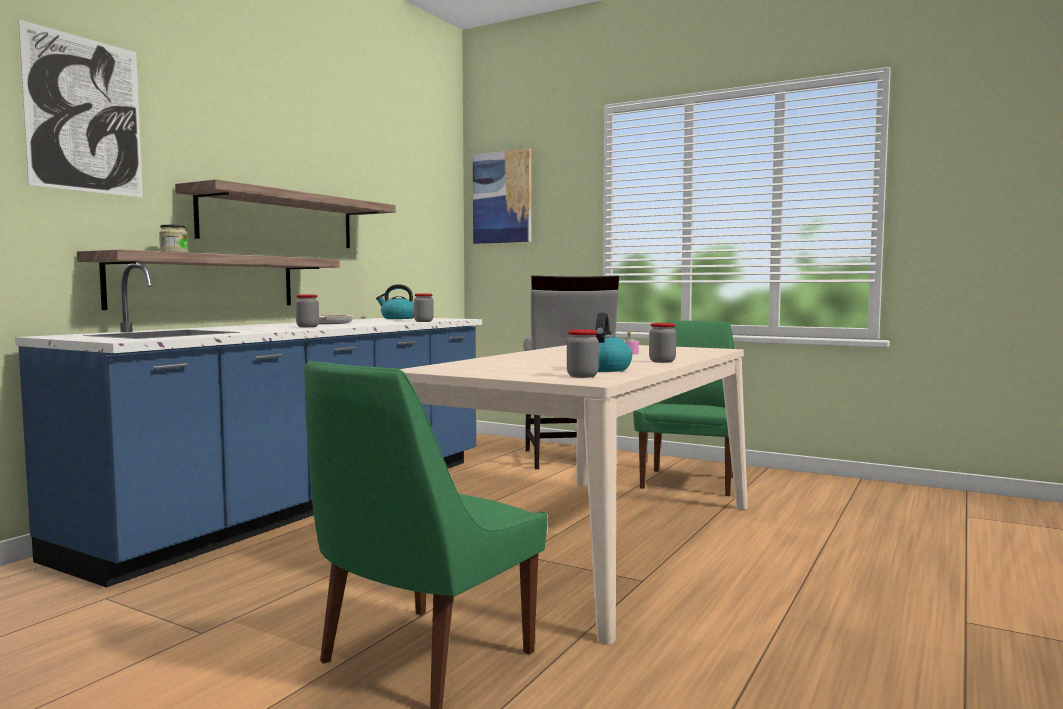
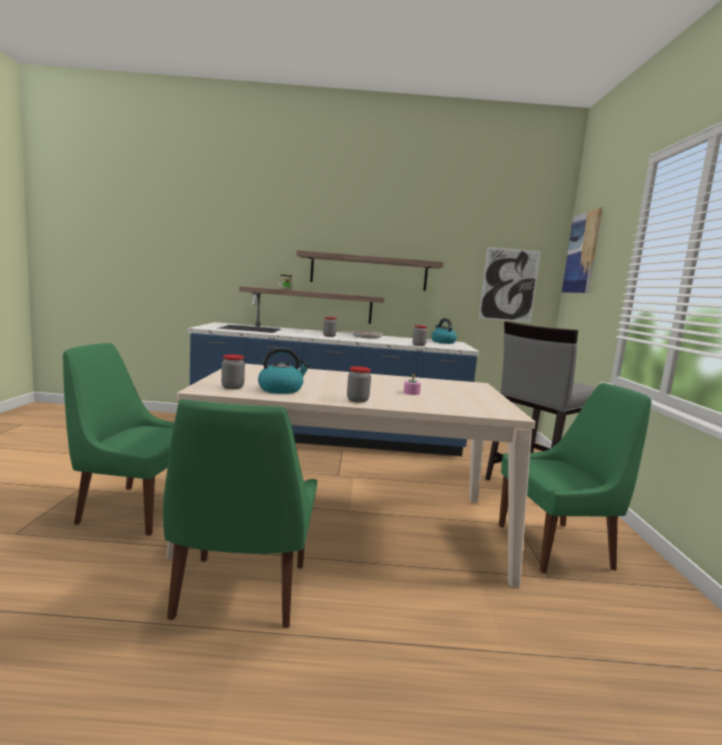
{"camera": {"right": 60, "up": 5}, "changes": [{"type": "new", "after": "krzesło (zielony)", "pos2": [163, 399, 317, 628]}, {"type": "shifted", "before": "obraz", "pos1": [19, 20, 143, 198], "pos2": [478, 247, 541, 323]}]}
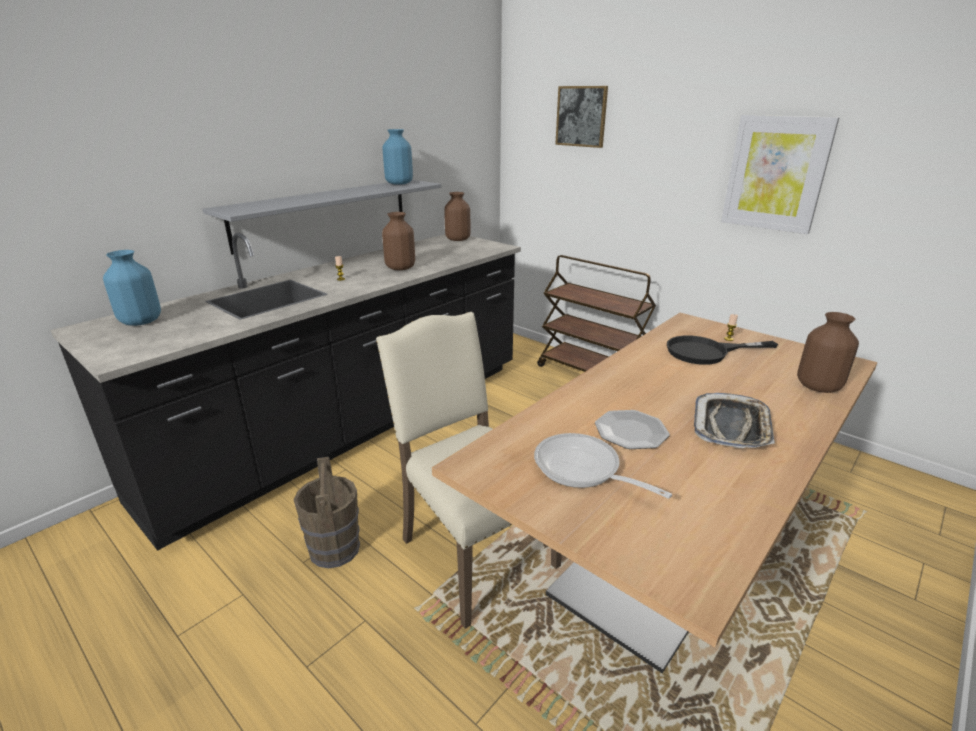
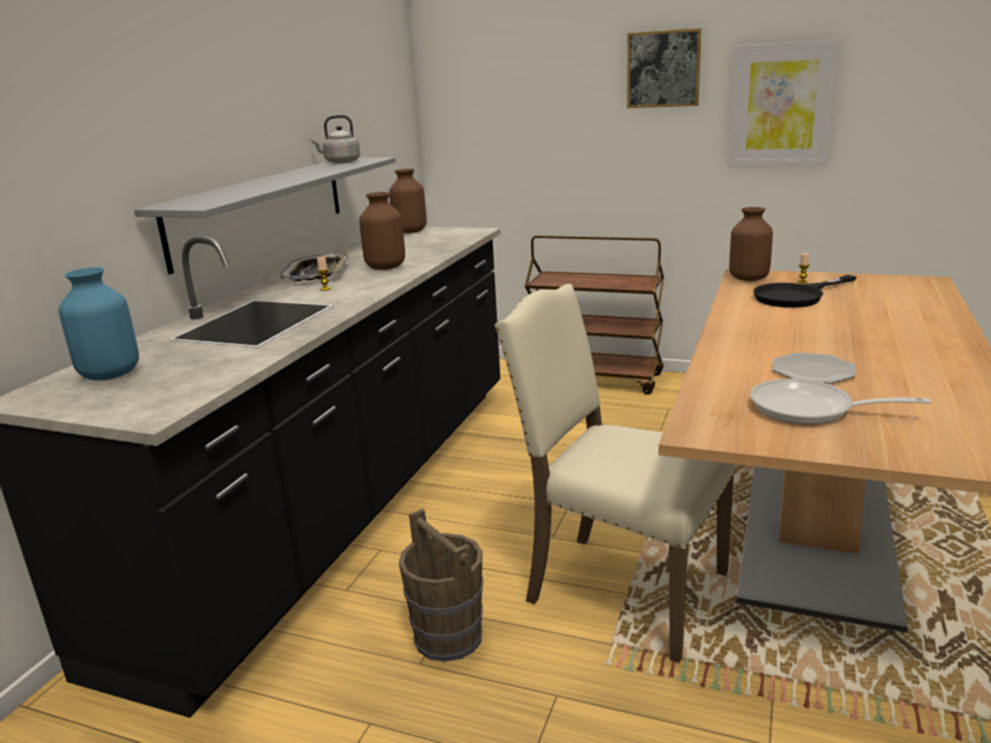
{"camera": {"right": -20, "up": -5}, "changes": [{"type": "shifted", "before": "taca", "pos1": [694, 393, 775, 448], "pos2": [280, 253, 349, 281]}, {"type": "swapped", "before": "wazon (niebieski)", "after": "czajnik (szary)", "pos1": [383, 129, 413, 185], "pos2": [311, 115, 360, 163]}, {"type": "shifted", "before": "obraz", "pos1": [555, 86, 608, 148], "pos2": [627, 28, 701, 108]}, {"type": "shifted", "before": "wazon (brązowy)", "pos1": [797, 312, 859, 393], "pos2": [729, 207, 773, 281]}]}
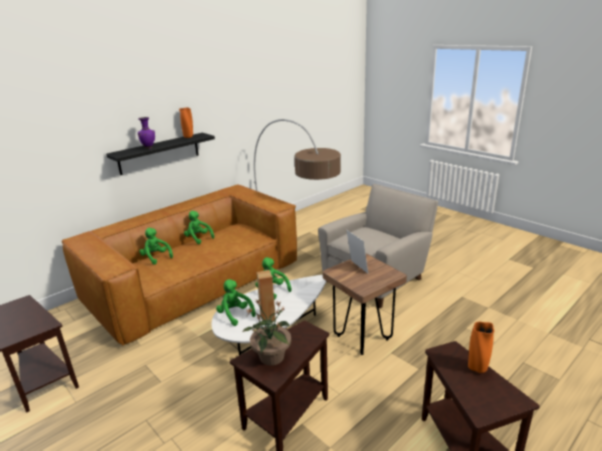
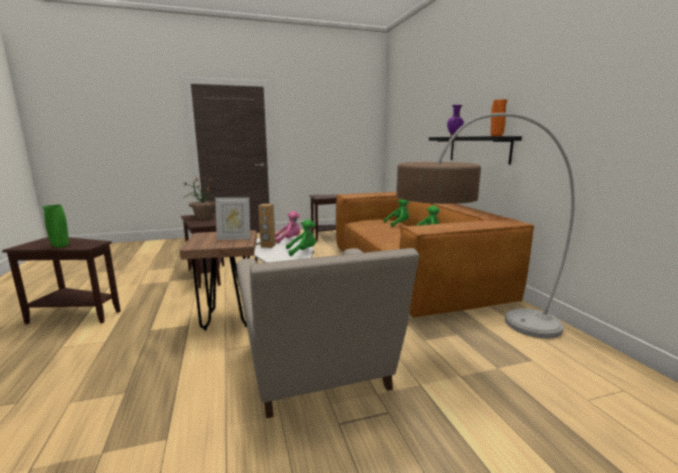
{"camera": {"right": 115, "up": -10}, "changes": [{"type": "repainted", "before": "wazon (pomarańczowy)", "after": "wazon (zielony)", "pos1": [468, 322, 494, 373], "pos2": [43, 204, 69, 248]}, {"type": "repainted", "before": "pluszak (zielony)", "after": "pluszak (różowy)", "pos1": [216, 279, 256, 326], "pos2": [275, 211, 300, 244]}]}
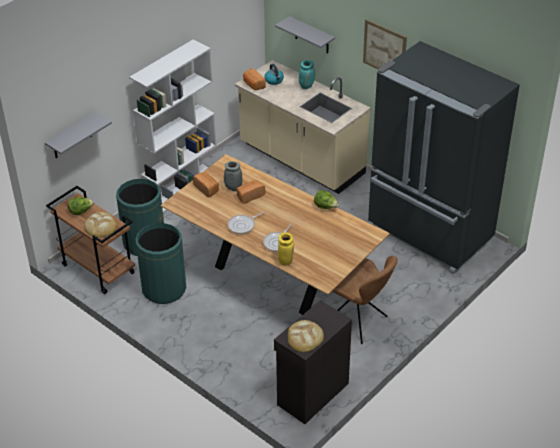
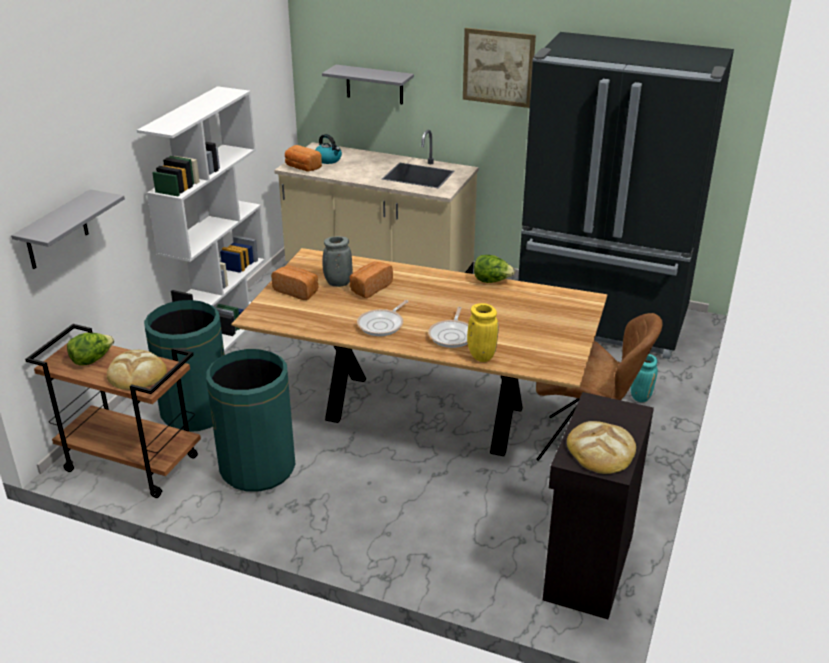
{"camera": {"right": -20, "up": -10}, "changes": [{"type": "shifted", "before": "wazon (turkusowy)", "pos1": [299, 60, 315, 89], "pos2": [630, 354, 658, 402]}]}
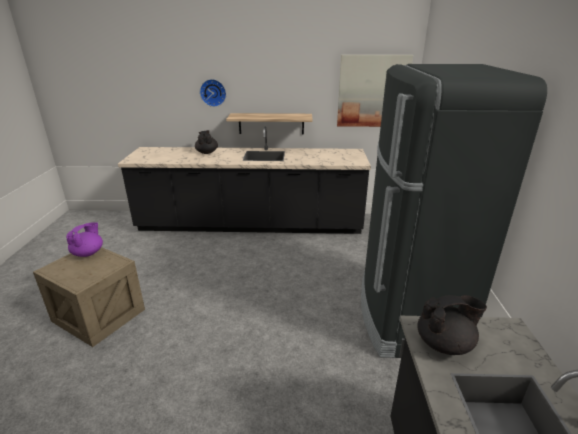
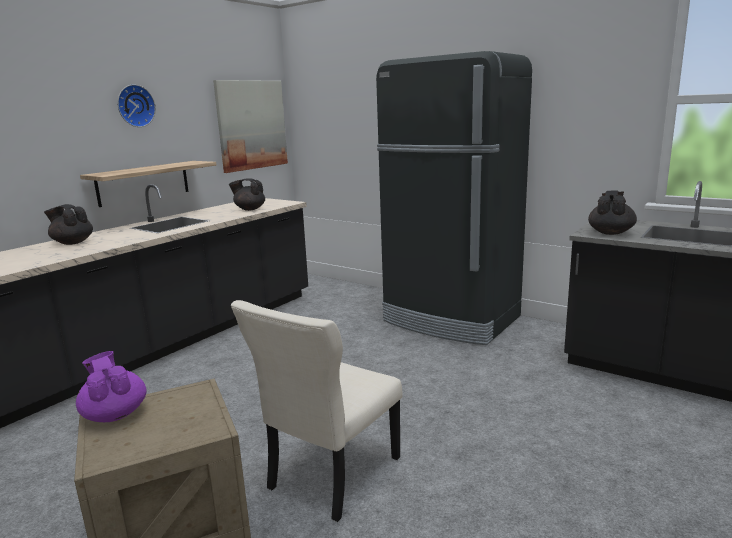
{"camera": {"right": -55, "up": -10}, "changes": [{"type": "shifted", "before": "zegar ścienny", "pos1": [200, 79, 226, 107], "pos2": [117, 84, 156, 127]}, {"type": "new", "after": "imbryk (czarny)", "pos2": [229, 178, 265, 211]}, {"type": "new", "after": "krzesło (beżowy)", "pos2": [231, 300, 403, 522]}]}
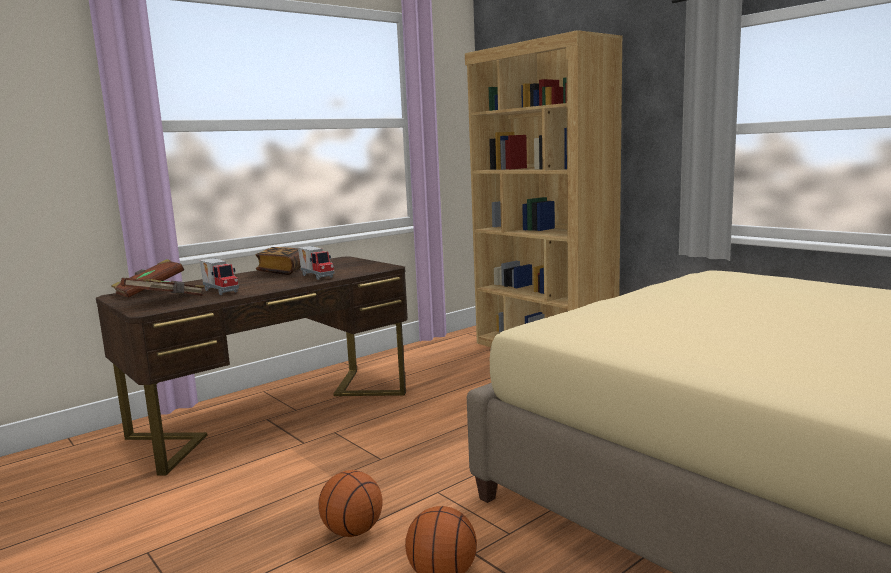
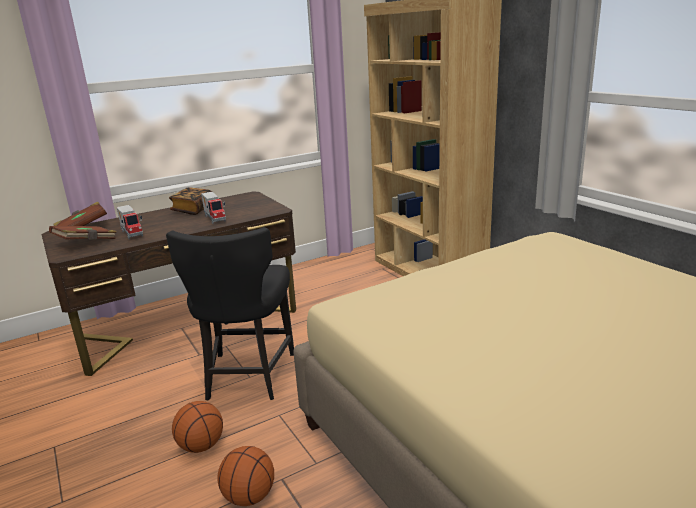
{"camera": {"right": 10, "up": 10}, "changes": [{"type": "new", "after": "krzesło (czarny)", "pos2": [166, 227, 294, 401]}]}
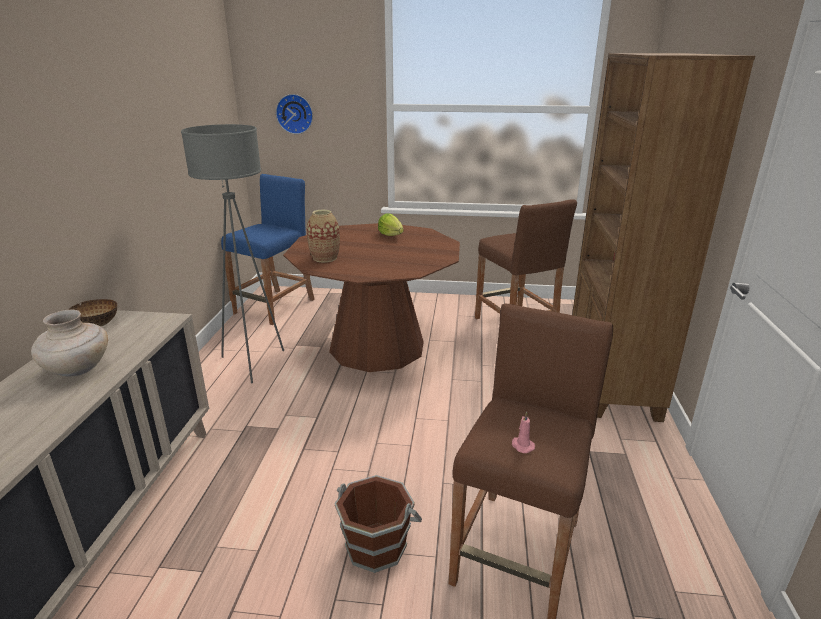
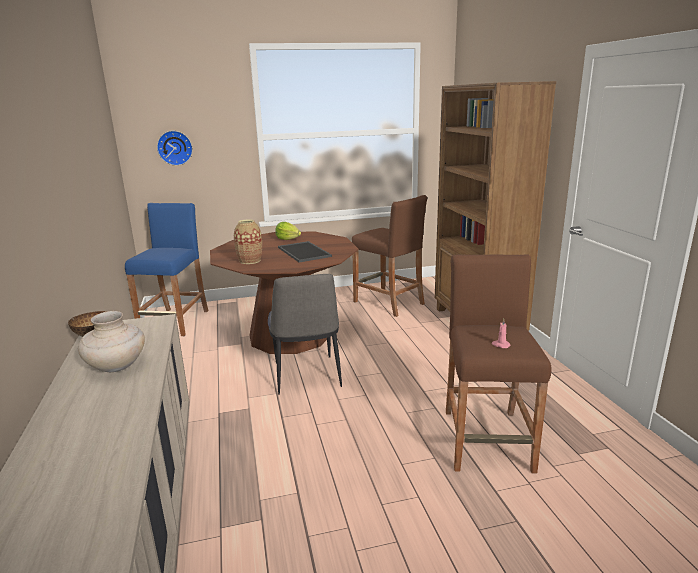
{"camera": {"right": -20, "up": -5}, "changes": [{"type": "new", "after": "krzesło", "pos2": [268, 274, 342, 395]}, {"type": "new", "after": "taca", "pos2": [278, 241, 332, 262]}, {"type": "gone", "before": "lampa stojąca (szary)", "pos1": [181, 124, 284, 384]}, {"type": "gone", "before": "wiadro (brązowy)", "pos1": [334, 475, 422, 573]}]}
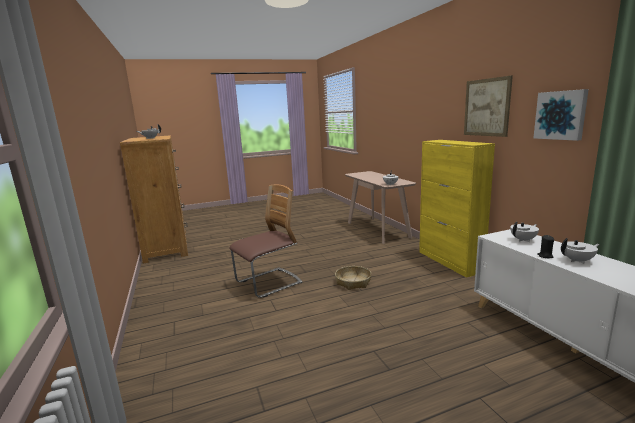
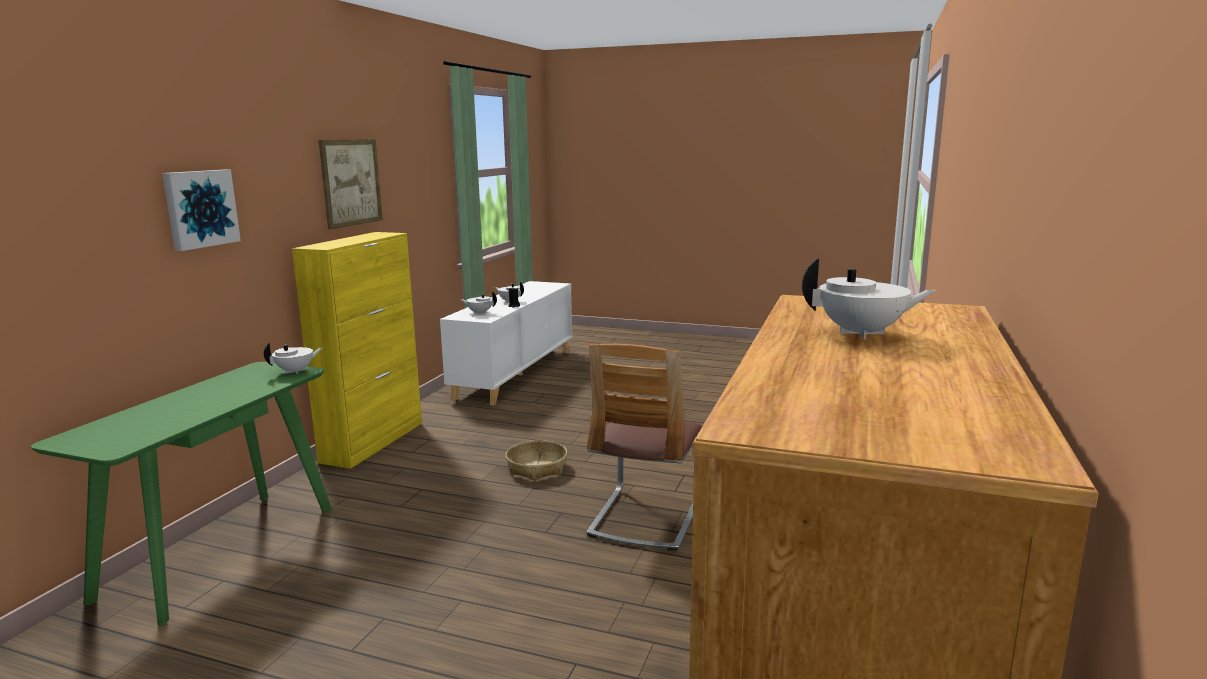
{"camera": {"right": -140, "up": 0}, "changes": [{"type": "repainted", "before": "stolik konsolowy (beżowy)", "after": "stolik konsolowy (zielony)", "pos1": [345, 171, 416, 244], "pos2": [31, 362, 332, 626]}, {"type": "shifted", "before": "obraz", "pos1": [534, 89, 589, 141], "pos2": [162, 170, 241, 251]}, {"type": "rotated", "before": "krzesło", "pos1": [229, 185, 303, 298], "pos2": [586, 344, 702, 551], "turn": -75}]}
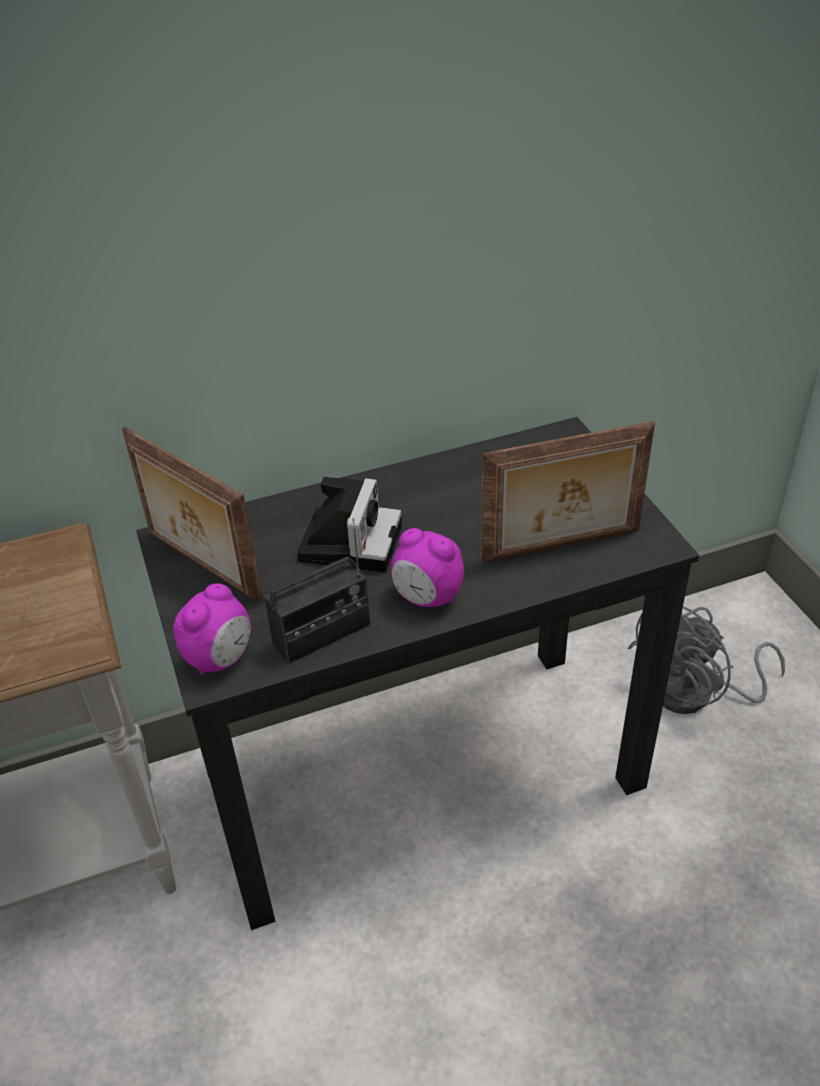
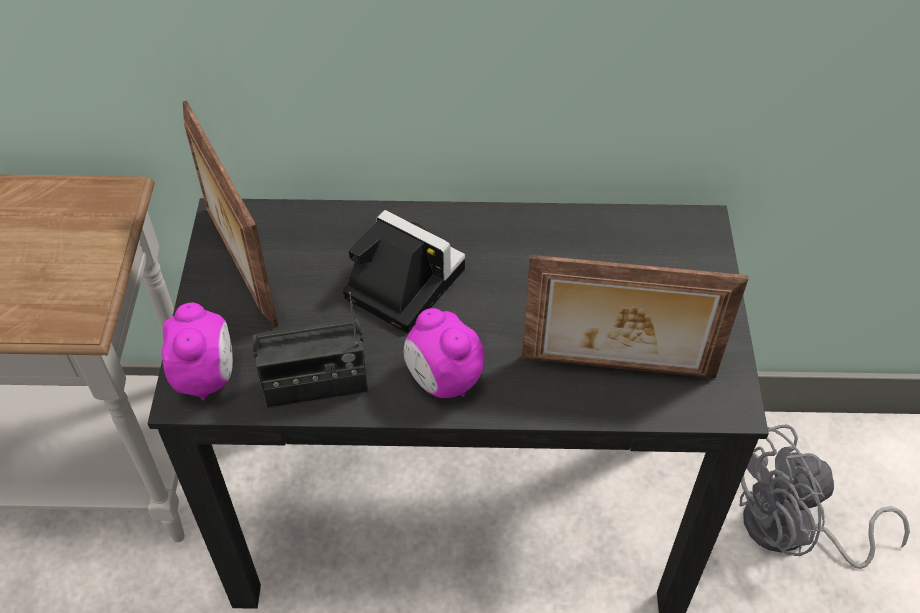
{"camera": {"right": 20, "up": 10}, "changes": [{"type": "rotated", "before": "budzik", "pos1": [173, 583, 251, 675], "pos2": [162, 303, 233, 401], "turn": -60}, {"type": "rotated", "before": "aparat fotograficzny", "pos1": [297, 477, 402, 572], "pos2": [343, 210, 465, 333], "turn": -90}]}
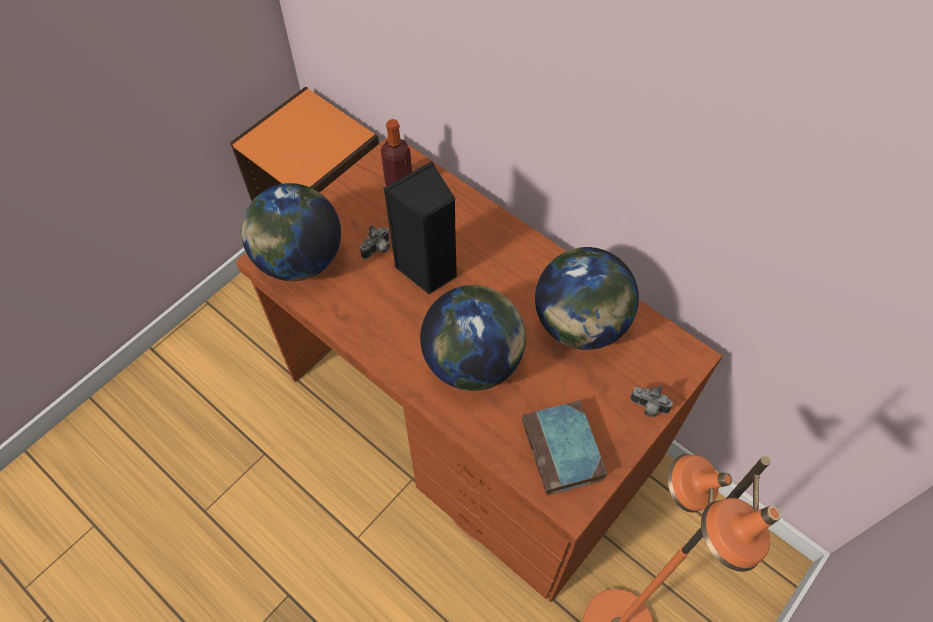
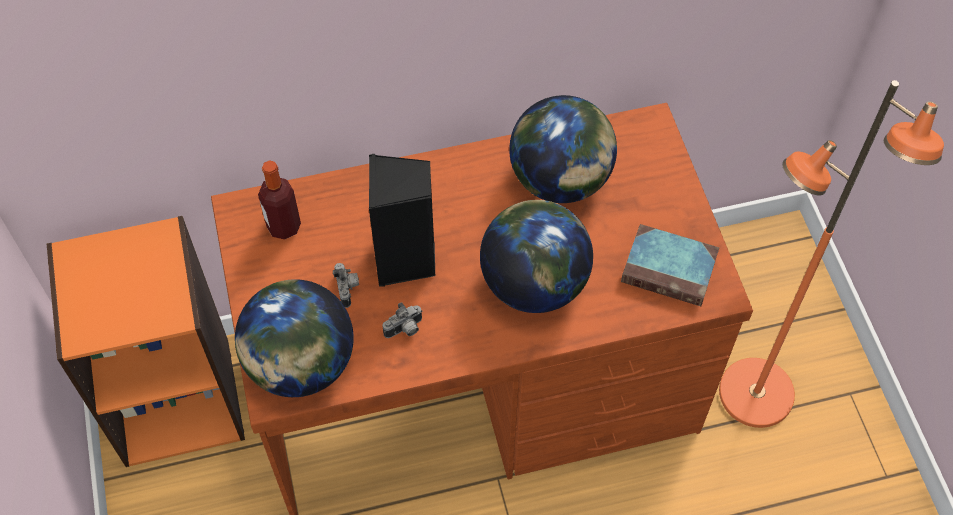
{"camera": {"right": -55, "up": 0}, "changes": [{"type": "shifted", "before": "aparat fotograficzny", "pos1": [631, 385, 673, 417], "pos2": [382, 302, 423, 338]}]}
